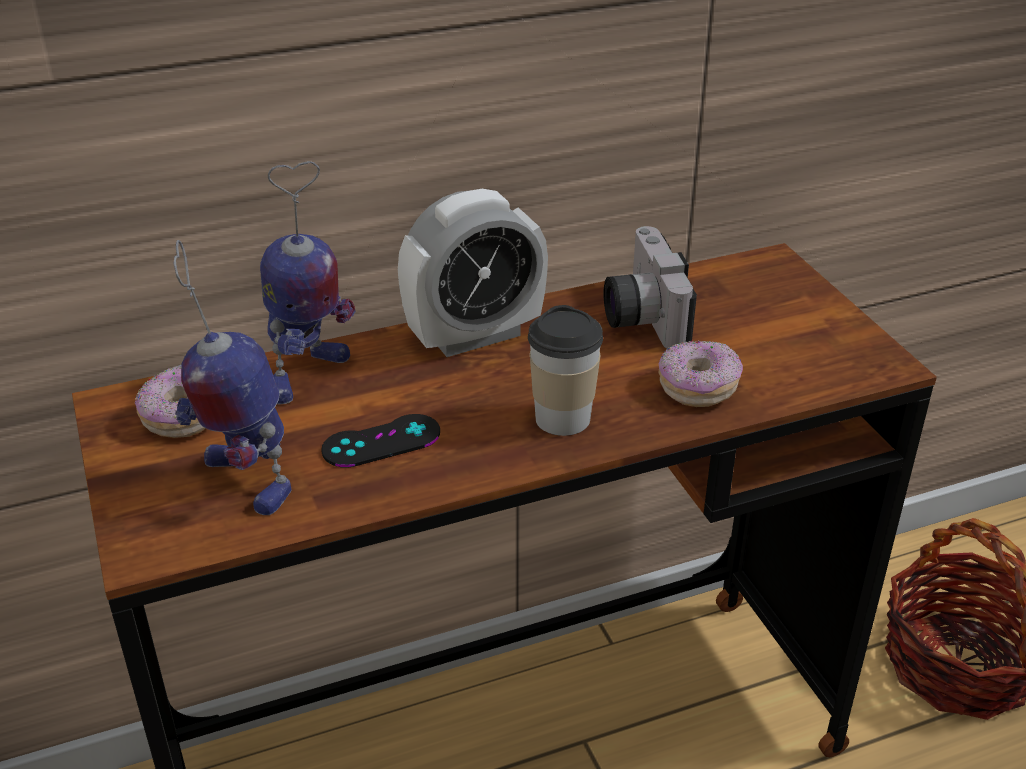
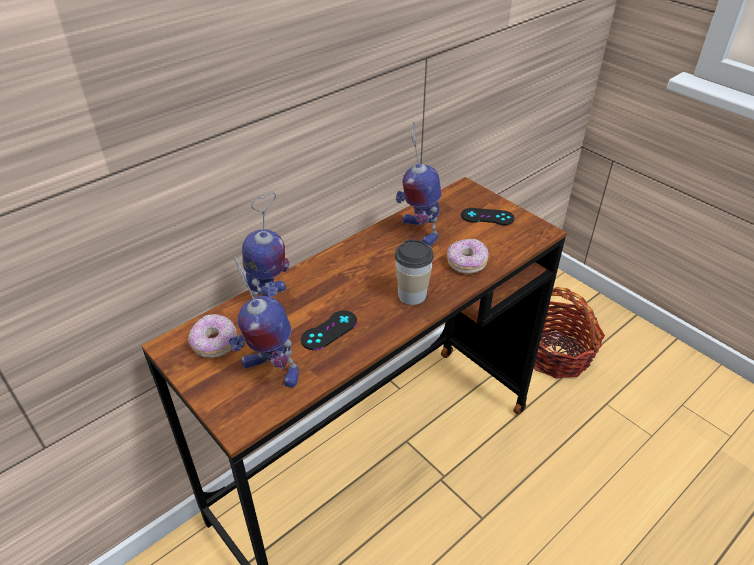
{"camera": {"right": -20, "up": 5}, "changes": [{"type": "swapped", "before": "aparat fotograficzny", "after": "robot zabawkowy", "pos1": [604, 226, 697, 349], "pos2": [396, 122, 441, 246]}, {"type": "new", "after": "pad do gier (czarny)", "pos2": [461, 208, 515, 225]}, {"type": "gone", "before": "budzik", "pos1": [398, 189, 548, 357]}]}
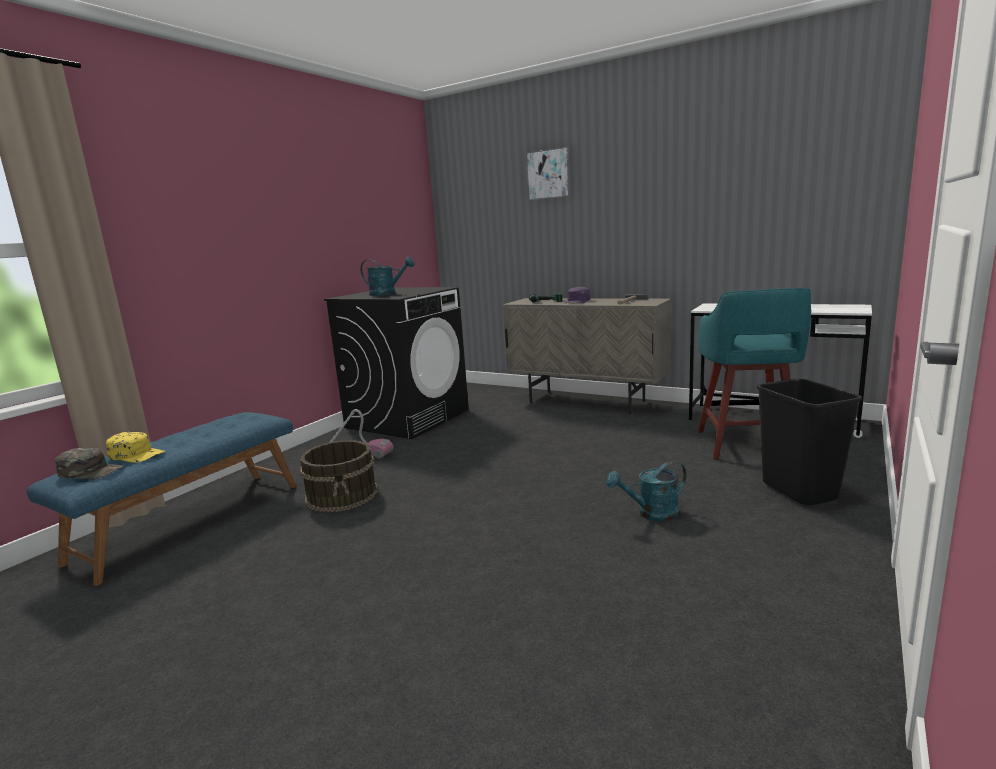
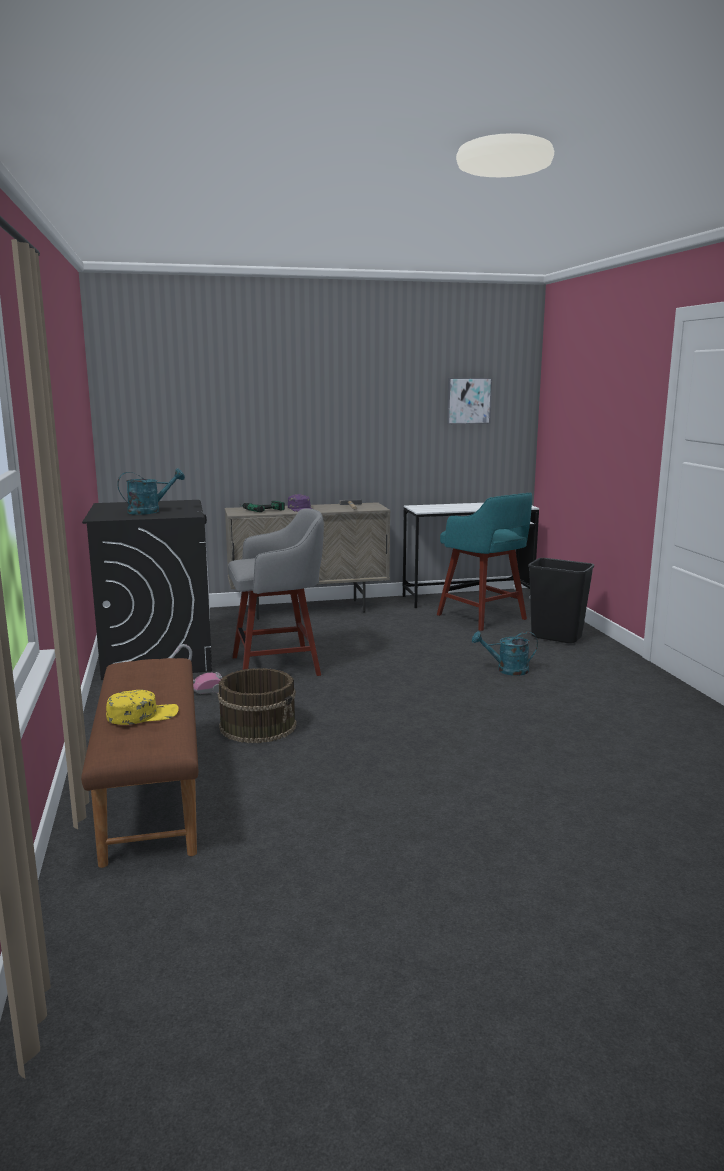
{"camera": {"right": -45, "up": 0}, "changes": [{"type": "repainted", "before": "ławka (niebieski)", "after": "ławka (brązowy)", "pos1": [27, 412, 296, 586], "pos2": [81, 658, 198, 868]}, {"type": "new", "after": "stołek (szary)", "pos2": [228, 509, 324, 676]}, {"type": "shifted", "before": "obraz", "pos1": [526, 147, 571, 200], "pos2": [447, 378, 492, 424]}, {"type": "rotated", "before": "konewka (turkusowy)", "pos1": [606, 461, 686, 522], "pos2": [472, 631, 538, 676], "turn": 60}, {"type": "gone", "before": "czapka z daszkiem (zielony)", "pos1": [55, 448, 124, 480]}]}
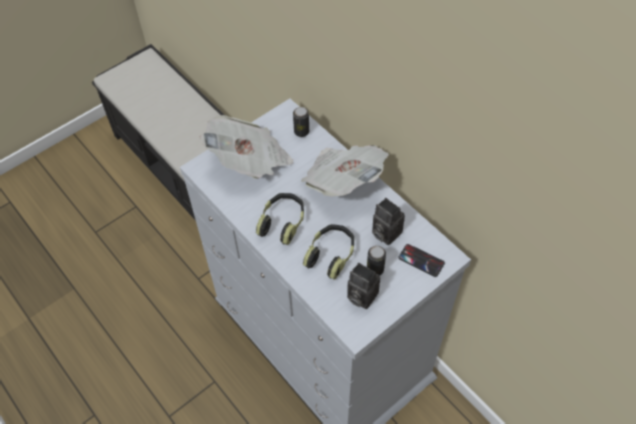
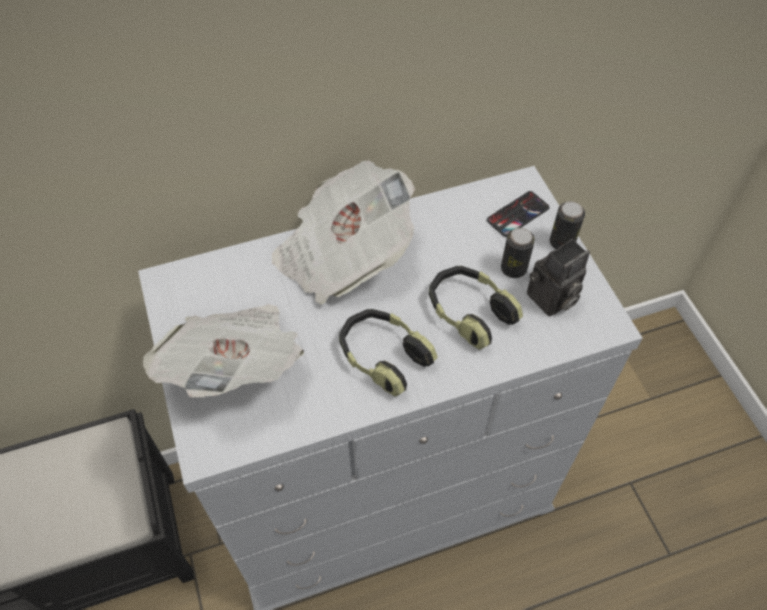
{"camera": {"right": -70, "up": 0}, "changes": [{"type": "shifted", "before": "puszka", "pos1": [293, 107, 309, 137], "pos2": [550, 201, 585, 249]}, {"type": "gone", "before": "aparat fotograficzny", "pos1": [372, 198, 405, 245]}]}
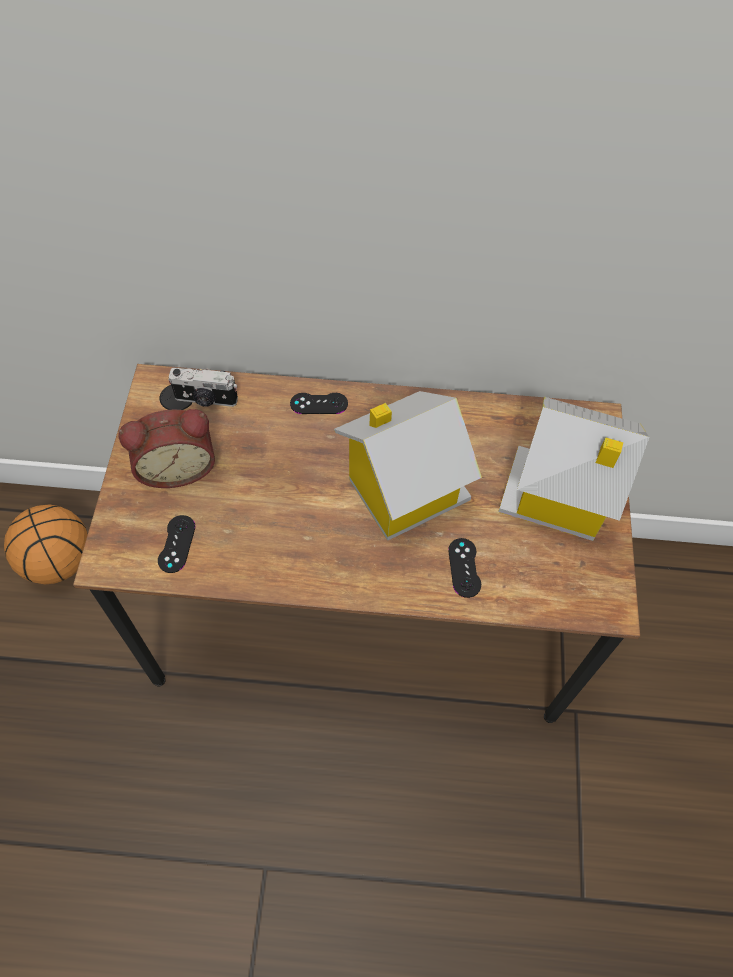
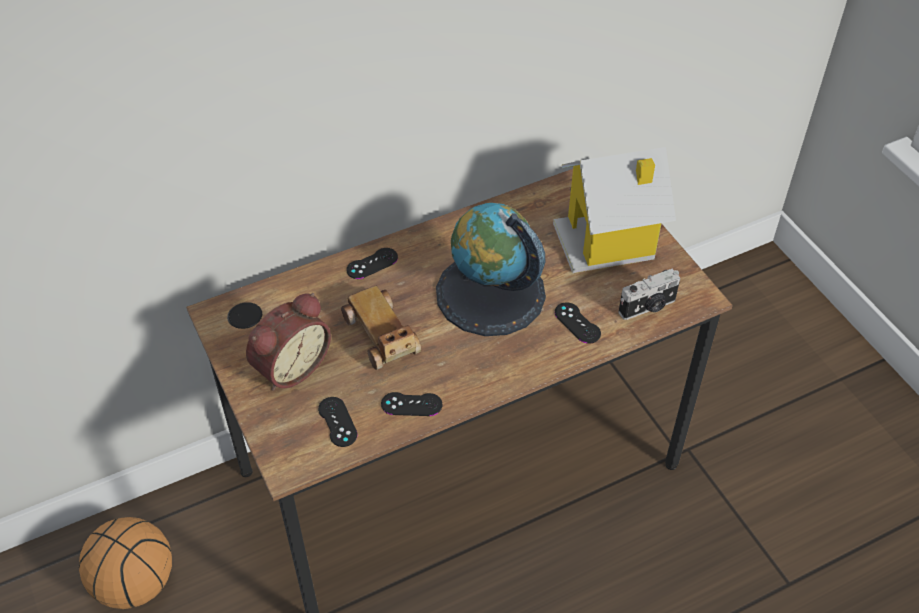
{"camera": {"right": -30, "up": -10}, "changes": [{"type": "new", "after": "samochodzik", "pos2": [341, 286, 421, 370]}, {"type": "new", "after": "pad do gier (czarny)", "pos2": [381, 392, 443, 416]}, {"type": "swapped", "before": "domek", "after": "globus", "pos1": [334, 391, 482, 541], "pos2": [436, 203, 546, 336]}, {"type": "shifted", "before": "aparat fotograficzny", "pos1": [168, 368, 238, 407], "pos2": [618, 269, 680, 320]}]}
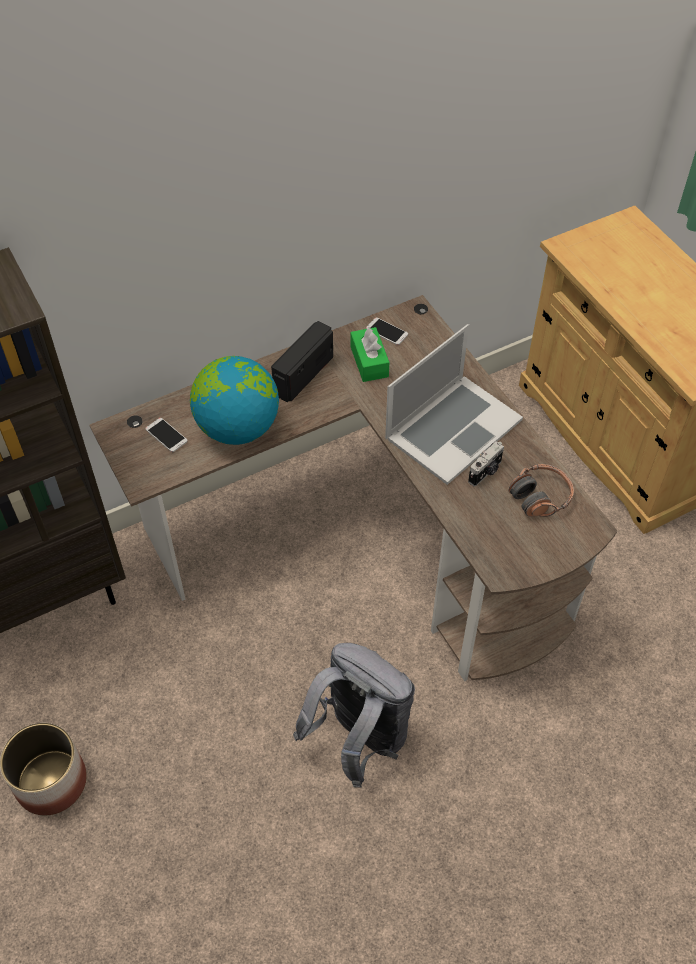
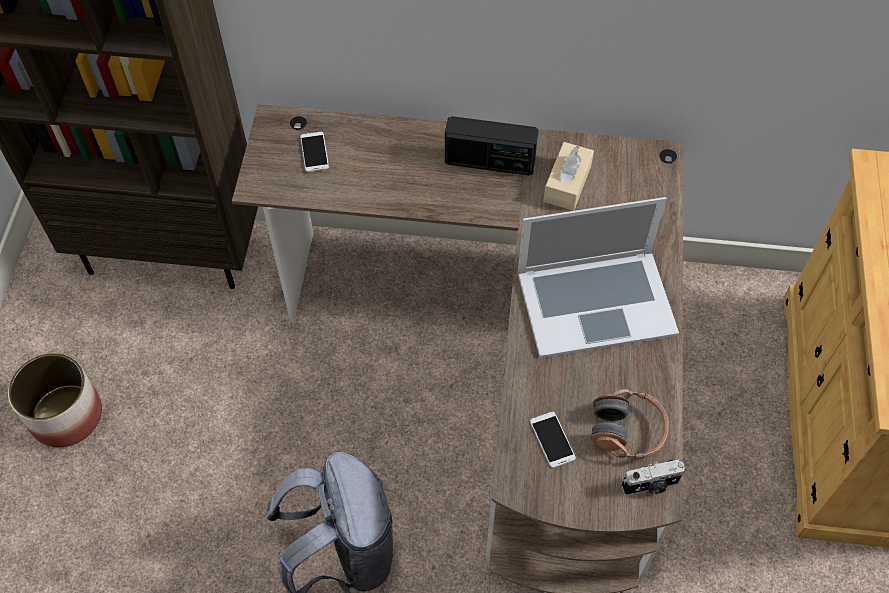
{"camera": {"right": 35, "up": 5}, "changes": [{"type": "rotated", "before": "radio", "pos1": [271, 321, 333, 402], "pos2": [445, 116, 538, 176], "turn": -150}, {"type": "shifted", "before": "telefon", "pos1": [366, 317, 408, 345], "pos2": [530, 412, 576, 468]}, {"type": "repainted", "before": "pudełko chusteczek (zielony)", "after": "pudełko chusteczek (beżowy)", "pos1": [350, 327, 389, 382], "pos2": [544, 142, 594, 211]}, {"type": "shifted", "before": "aparat fotograficzny", "pos1": [468, 441, 504, 486], "pos2": [622, 459, 685, 495]}, {"type": "gone", "before": "globus", "pos1": [190, 356, 279, 445]}]}
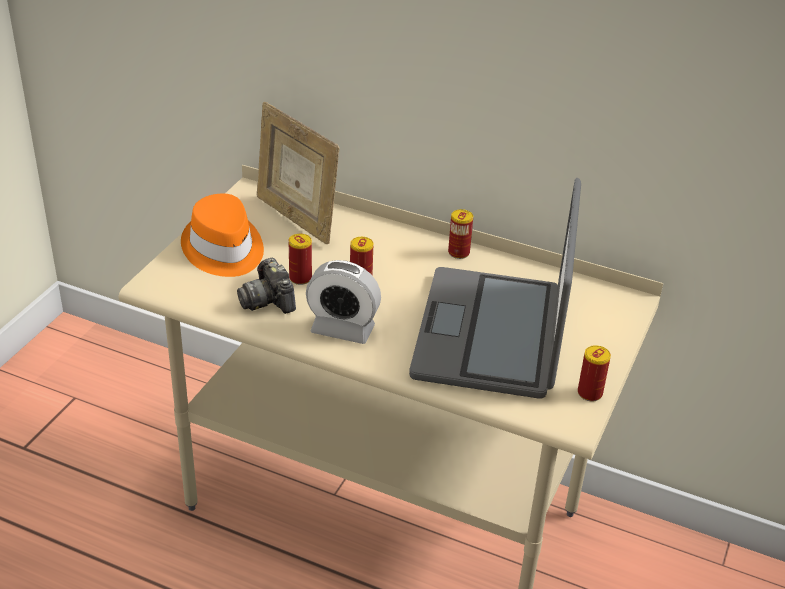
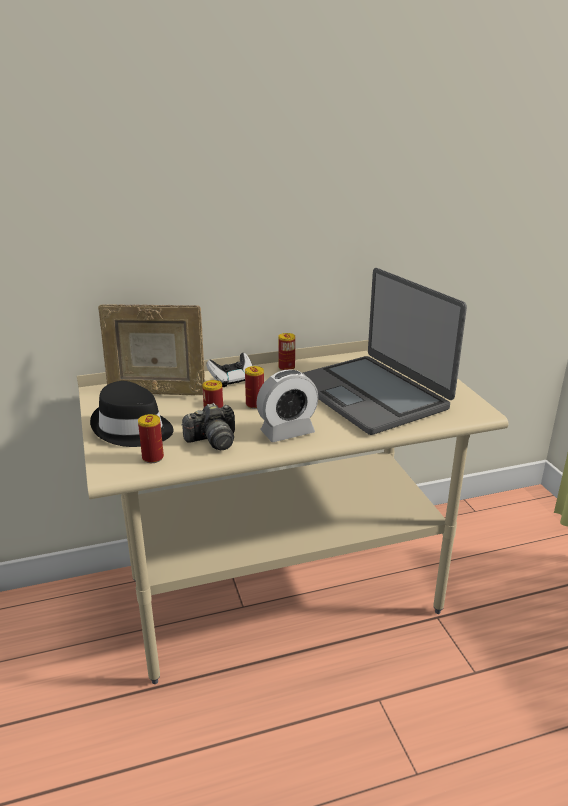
{"camera": {"right": -40, "up": -10}, "changes": [{"type": "repainted", "before": "kapelusz (pomarańczowy)", "after": "kapelusz (czarny)", "pos1": [181, 193, 264, 277], "pos2": [90, 381, 173, 447]}, {"type": "shifted", "before": "puszka", "pos1": [578, 345, 611, 401], "pos2": [138, 414, 164, 463]}, {"type": "rotated", "before": "aparat fotograficzny", "pos1": [237, 258, 296, 314], "pos2": [182, 403, 235, 450], "turn": -45}, {"type": "new", "after": "pad do gier", "pos2": [206, 353, 252, 387]}]}
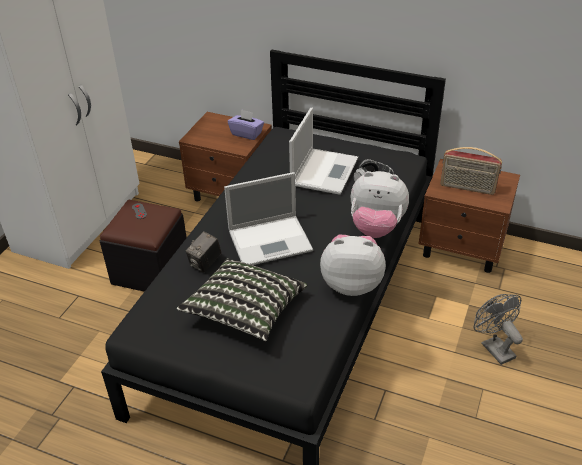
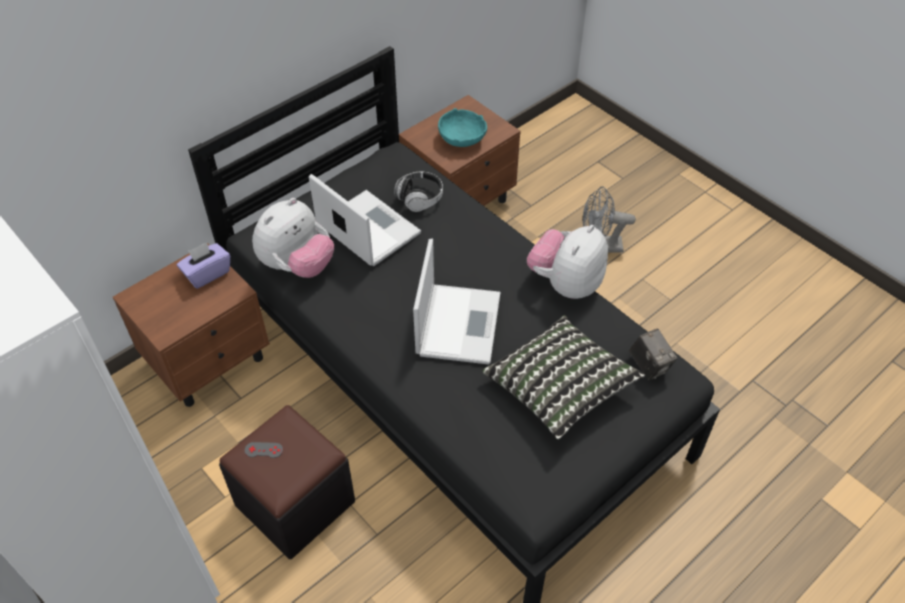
{"camera": {"right": -65, "up": 10}, "changes": [{"type": "shifted", "before": "pluszak", "pos1": [351, 171, 409, 238], "pos2": [252, 198, 334, 278]}, {"type": "swapped", "before": "radio", "after": "miska (turkusowy)", "pos1": [440, 147, 502, 195], "pos2": [438, 108, 487, 147]}, {"type": "shifted", "before": "aparat fotograficzny", "pos1": [186, 231, 222, 273], "pos2": [629, 329, 678, 380]}]}
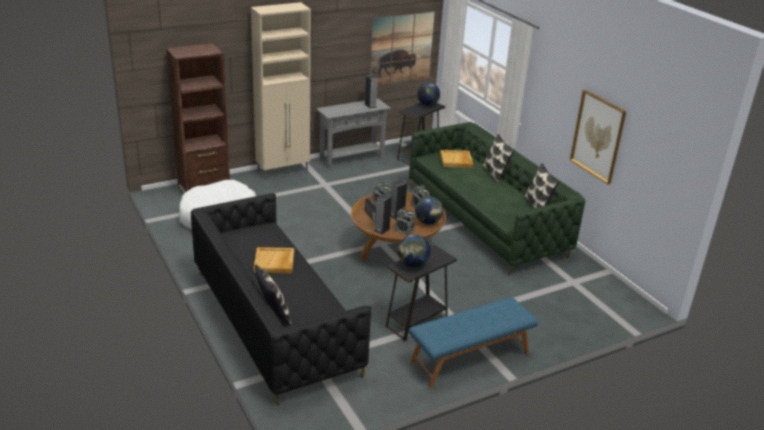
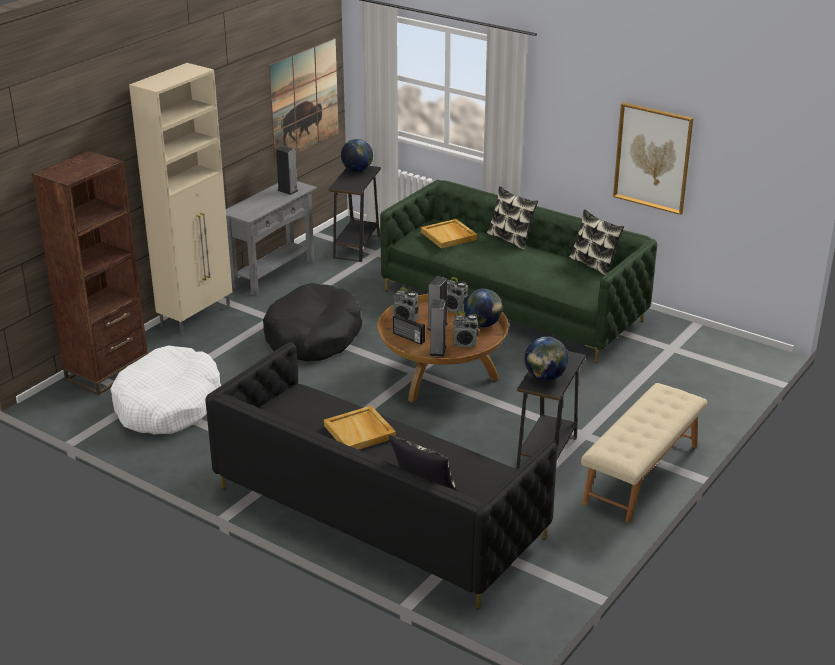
{"camera": {"right": -25, "up": 0}, "changes": [{"type": "new", "after": "legowisko (czarny)", "pos2": [263, 283, 362, 361]}, {"type": "repainted", "before": "ławka (niebieski)", "after": "ławka (beżowy)", "pos1": [409, 297, 538, 388], "pos2": [581, 383, 707, 523]}]}
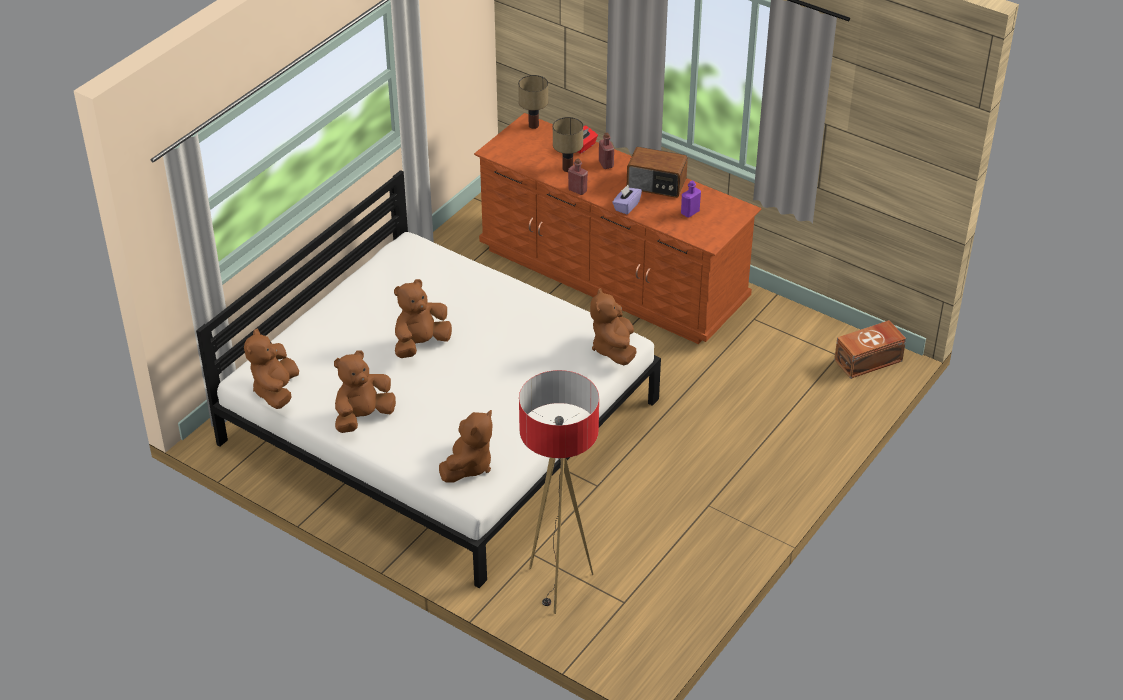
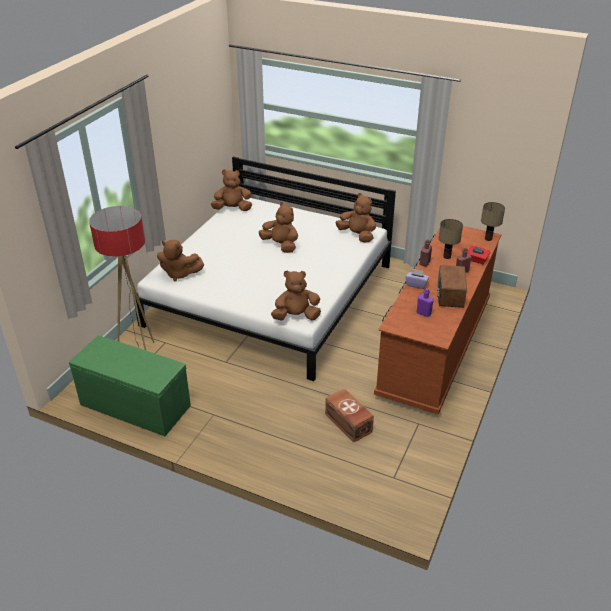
{"camera": {"right": 80, "up": -5}, "changes": [{"type": "new", "after": "ławka (zielony)", "pos2": [69, 335, 191, 436]}, {"type": "shifted", "before": "pojemnik do przechowywania (brązowy)", "pos1": [834, 320, 906, 379], "pos2": [325, 388, 374, 442]}, {"type": "shifted", "before": "pluszak (brązowy)", "pos1": [334, 350, 396, 433], "pos2": [335, 193, 376, 243]}]}
